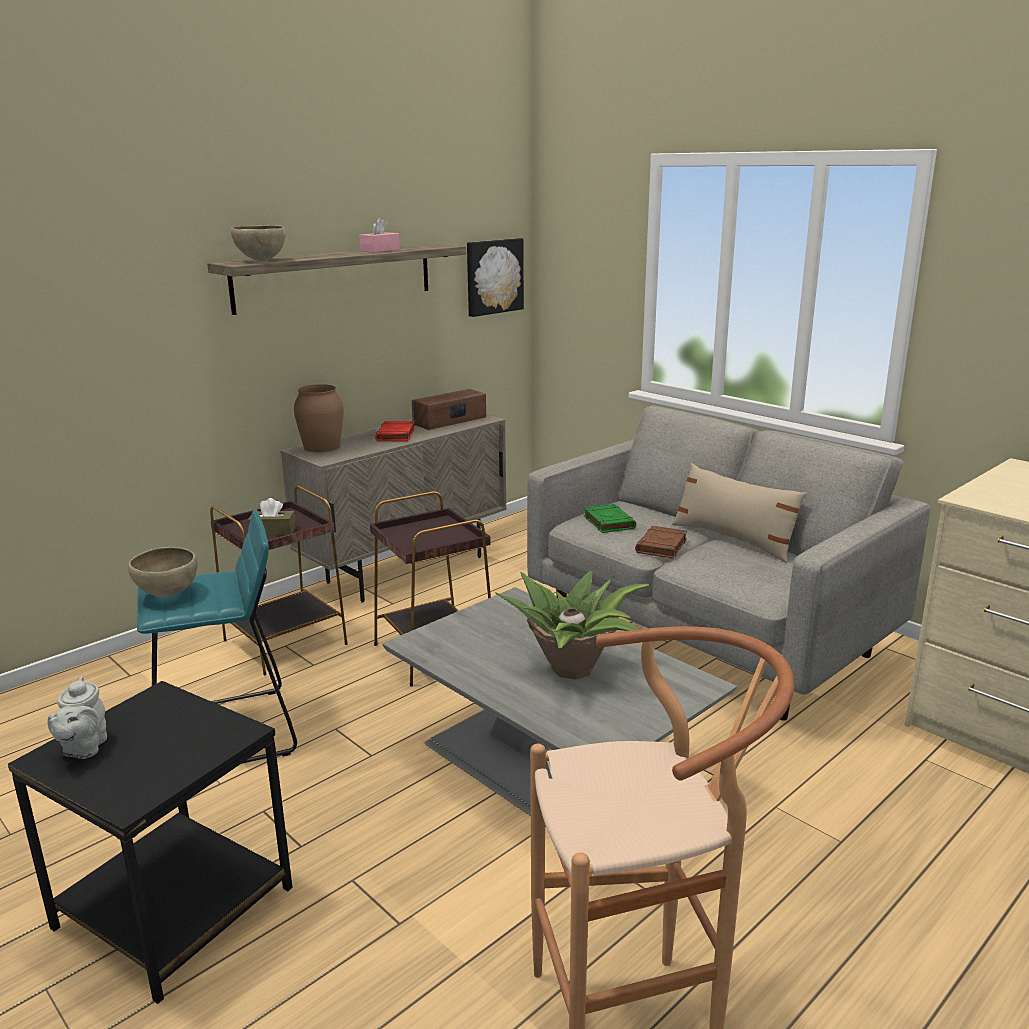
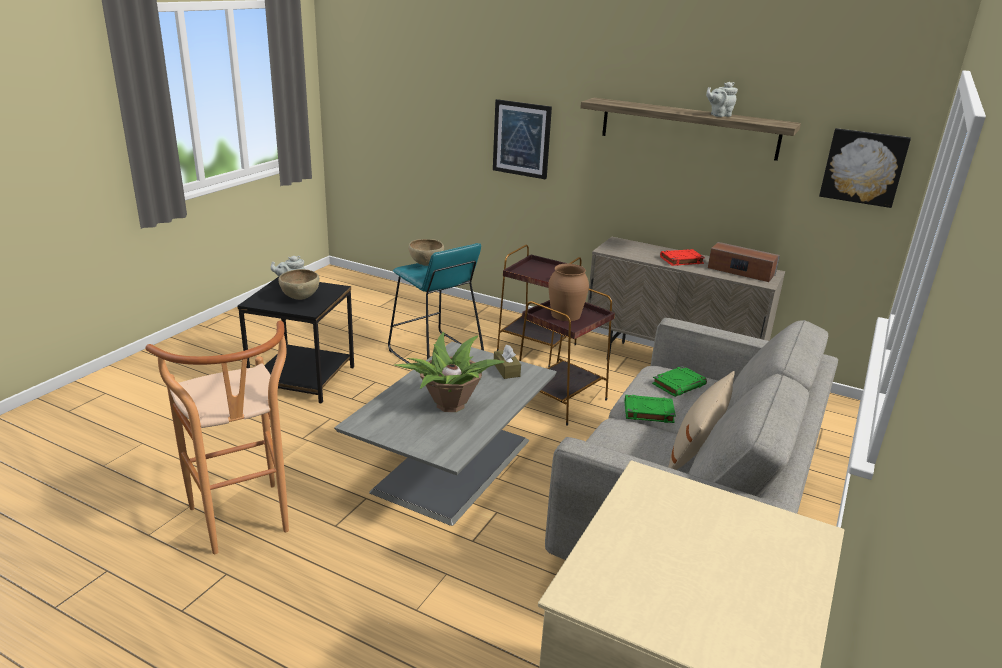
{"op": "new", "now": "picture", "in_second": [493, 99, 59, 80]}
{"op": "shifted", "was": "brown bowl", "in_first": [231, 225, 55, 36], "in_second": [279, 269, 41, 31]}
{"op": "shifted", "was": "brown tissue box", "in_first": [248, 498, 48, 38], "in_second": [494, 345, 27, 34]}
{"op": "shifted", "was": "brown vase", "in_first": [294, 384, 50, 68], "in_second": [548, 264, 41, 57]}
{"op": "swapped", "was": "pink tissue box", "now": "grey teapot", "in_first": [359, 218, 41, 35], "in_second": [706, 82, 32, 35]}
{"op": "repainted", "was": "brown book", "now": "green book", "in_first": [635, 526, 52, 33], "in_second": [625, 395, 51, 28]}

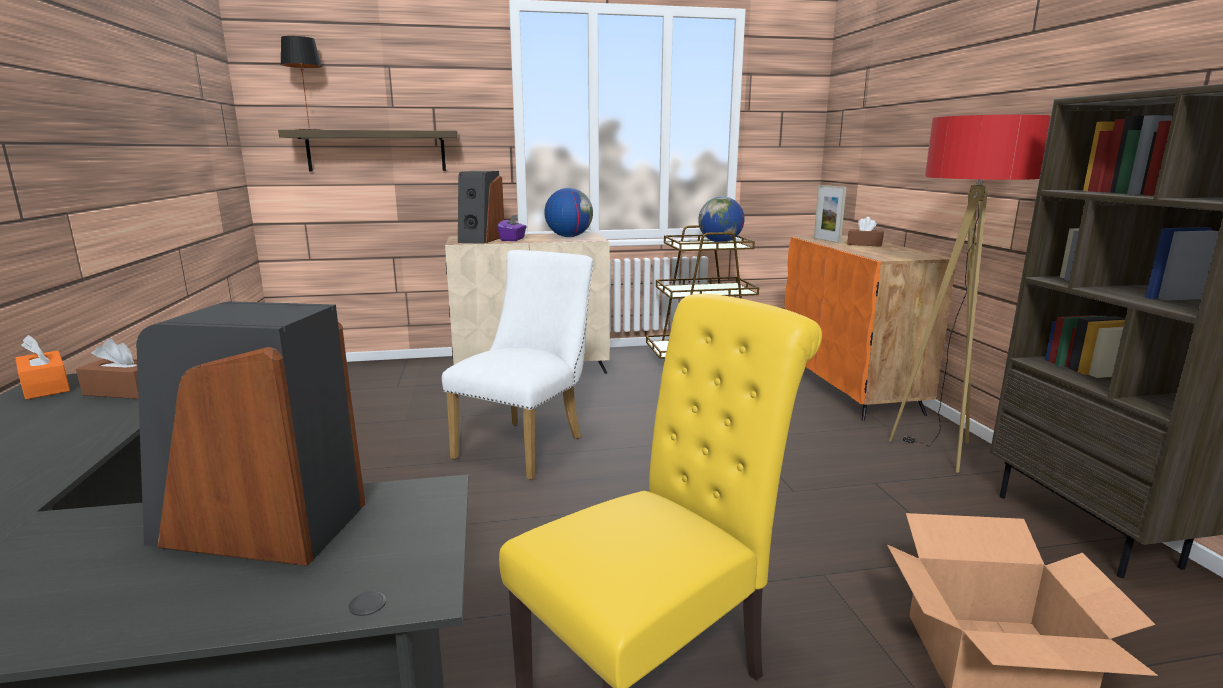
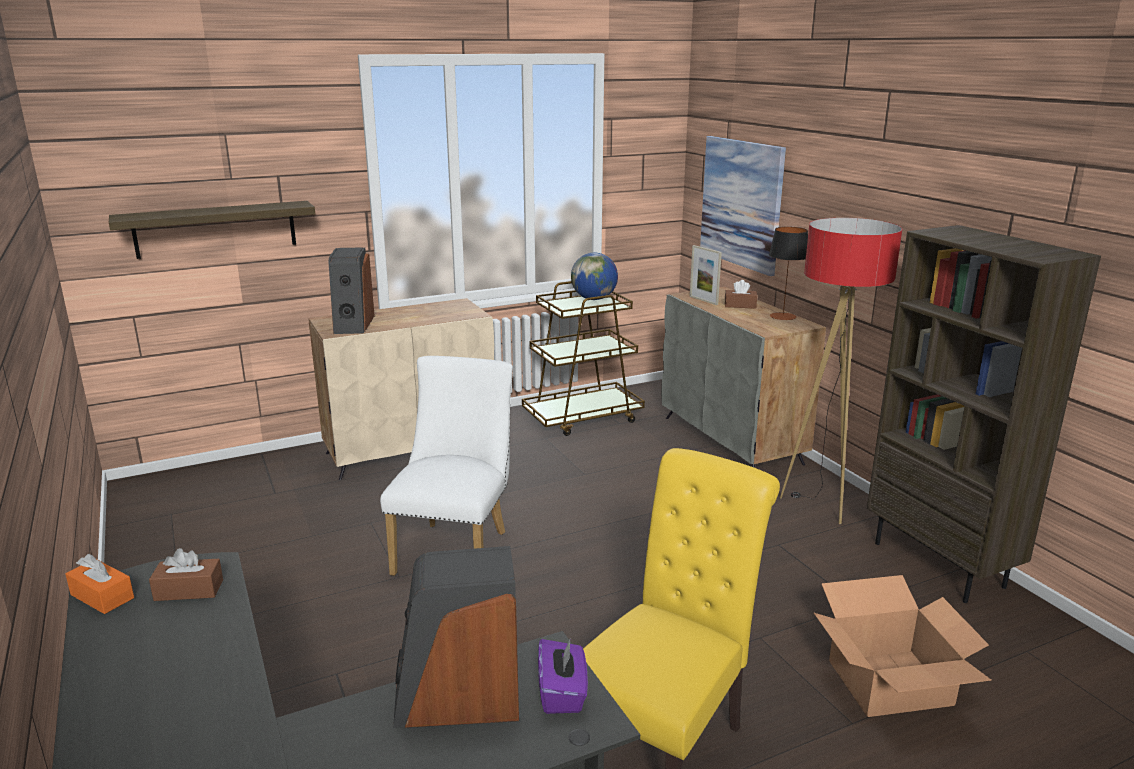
{"op": "gone", "was": "globe", "in_first": [544, 188, 49, 49]}
{"op": "new", "now": "picture", "in_second": [700, 136, 86, 140]}
{"op": "shifted", "was": "table lamp", "in_first": [280, 36, 43, 94], "in_second": [769, 227, 39, 93]}
{"op": "shifted", "was": "purple tissue box", "in_first": [497, 215, 30, 26], "in_second": [538, 637, 50, 77]}
{"op": "repainted", "was": "orange cabinet", "now": "grey cabinet", "in_first": [785, 236, 171, 185], "in_second": [661, 287, 165, 181]}

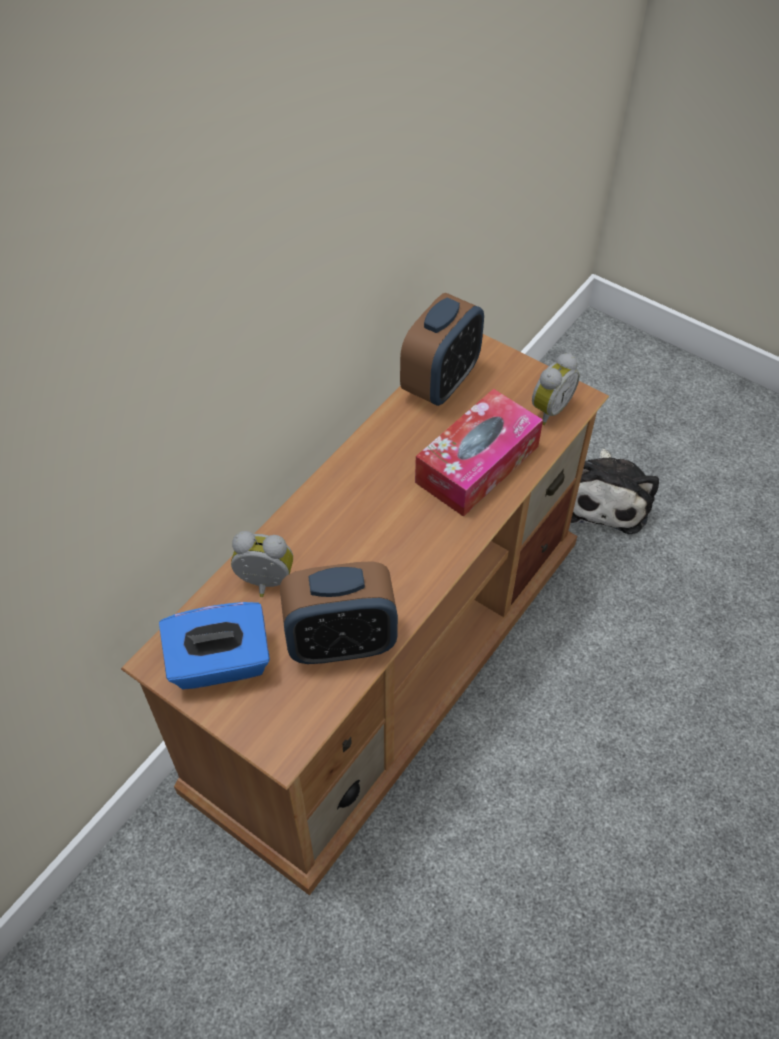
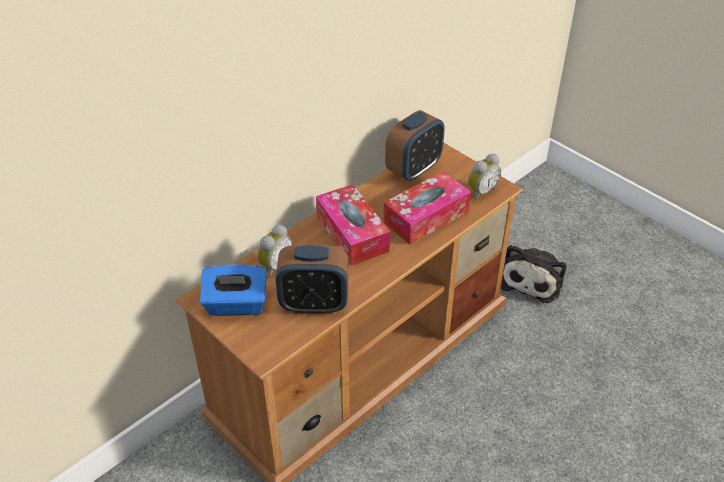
{"op": "new", "now": "tissue box", "in_second": [316, 184, 74, 82]}
{"op": "rotated", "was": "alarm clock", "in_first": [231, 531, 62, 66], "in_second": [257, 224, 35, 53], "clockwise": 105}

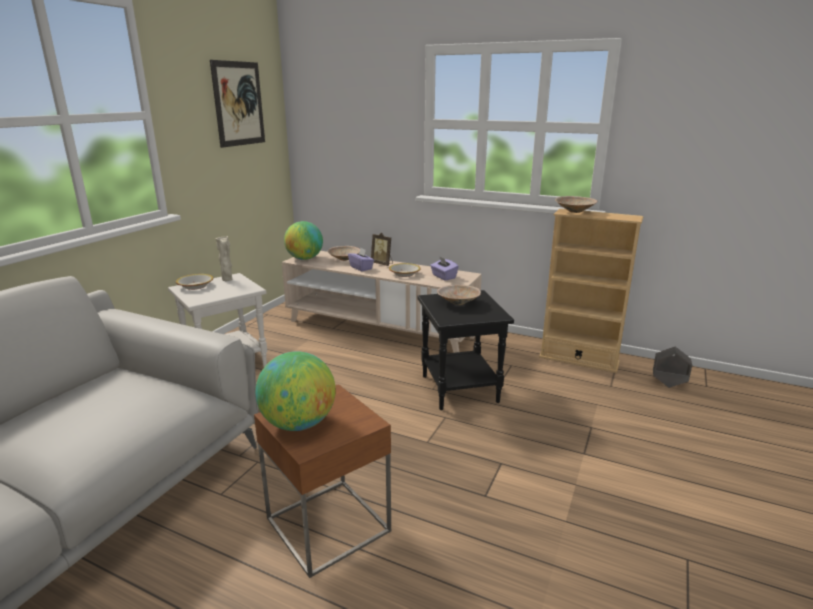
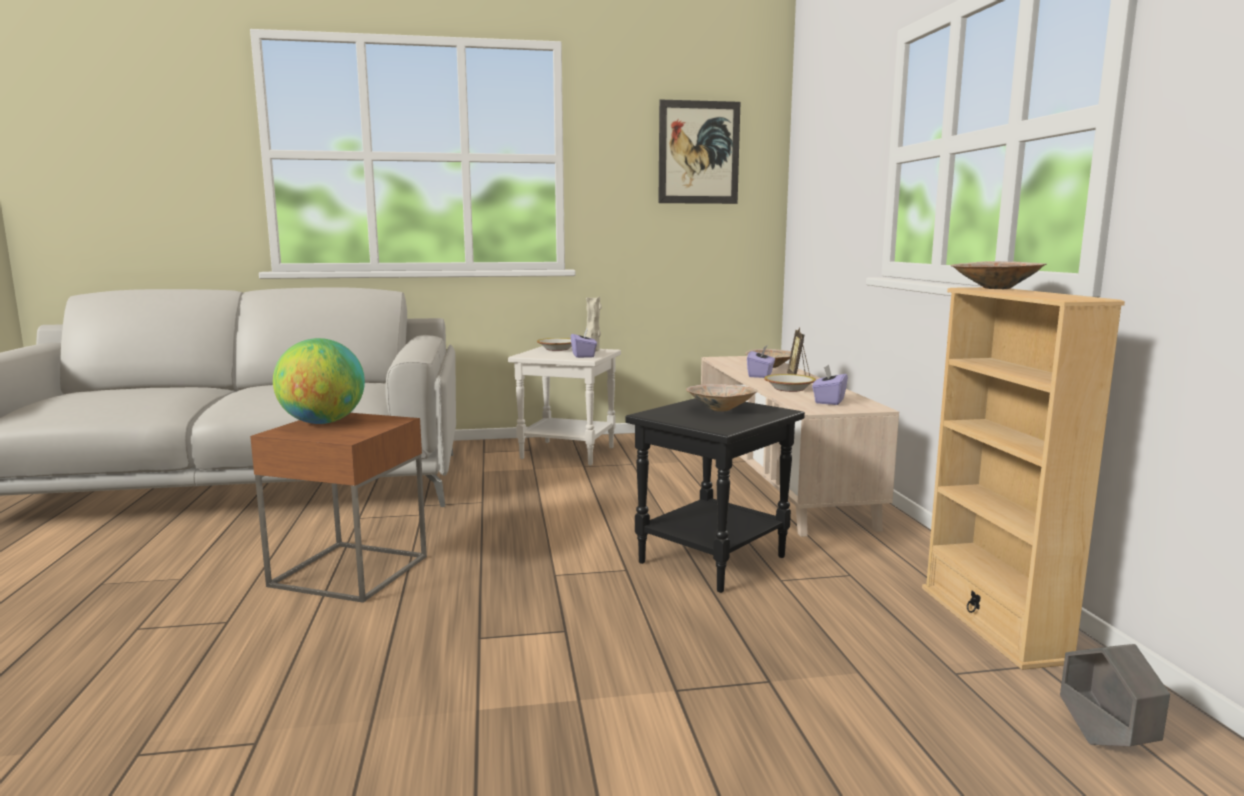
{"op": "gone", "was": "globe", "in_first": [284, 221, 39, 39]}
{"op": "new", "now": "purple tissue box", "in_second": [571, 328, 26, 30]}

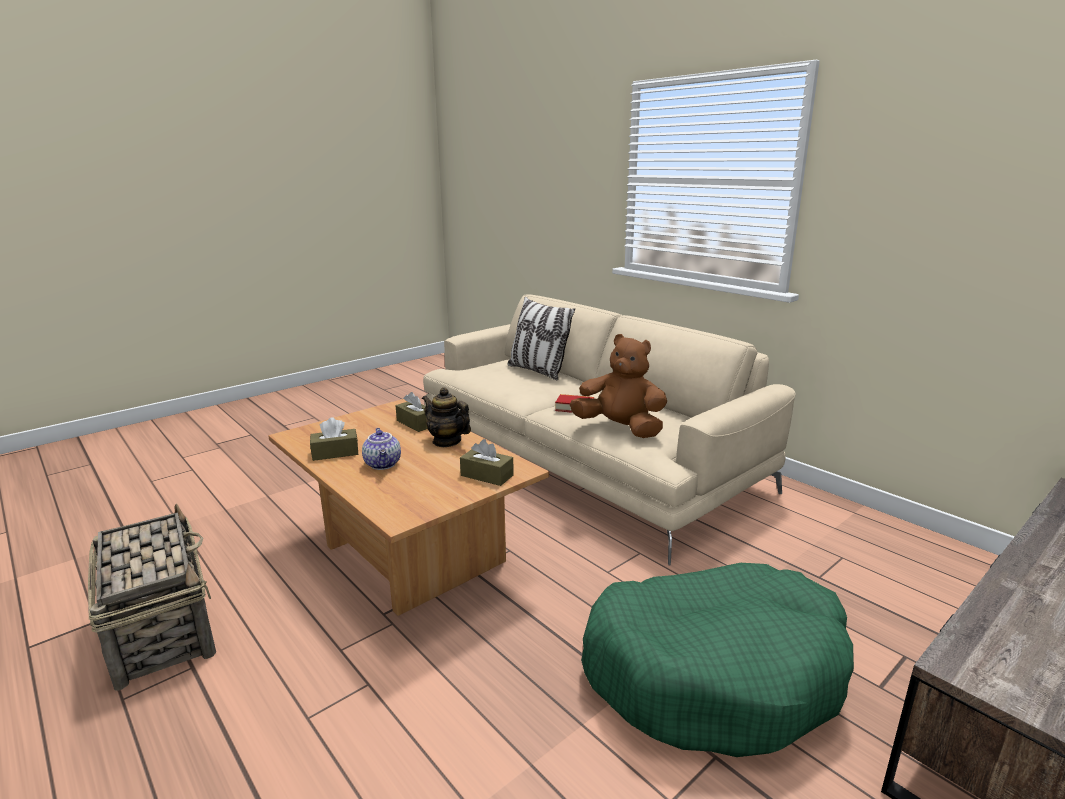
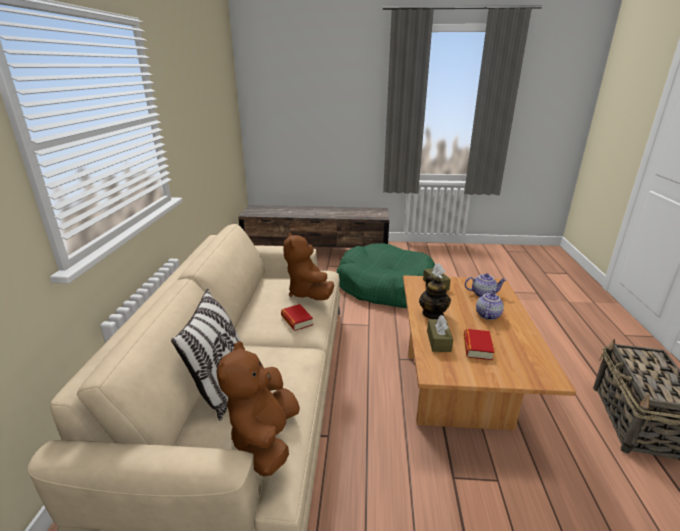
{"op": "gone", "was": "brown tissue box", "in_first": [310, 418, 48, 43]}
{"op": "new", "now": "brown plush toy", "in_second": [216, 341, 84, 136]}
{"op": "new", "now": "book", "in_second": [464, 329, 30, 31]}
{"op": "new", "now": "teapot", "in_second": [465, 273, 41, 24]}

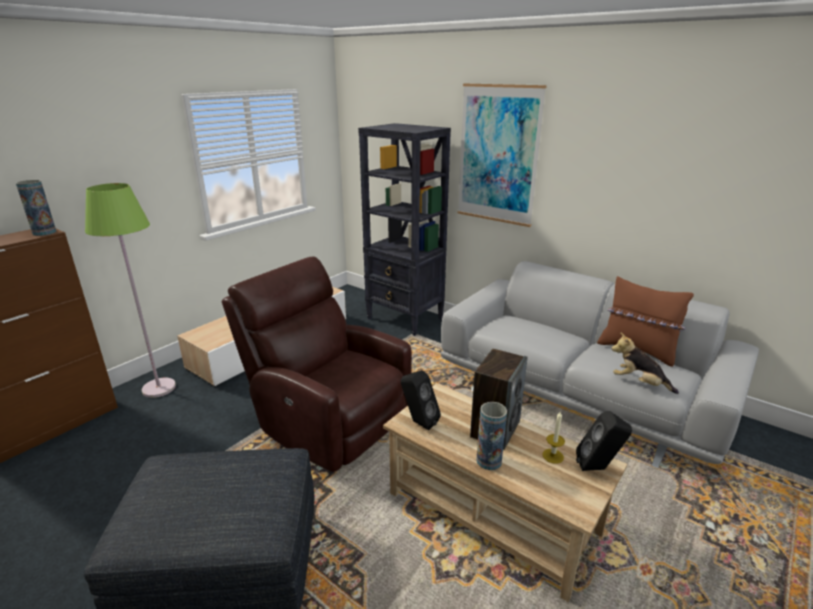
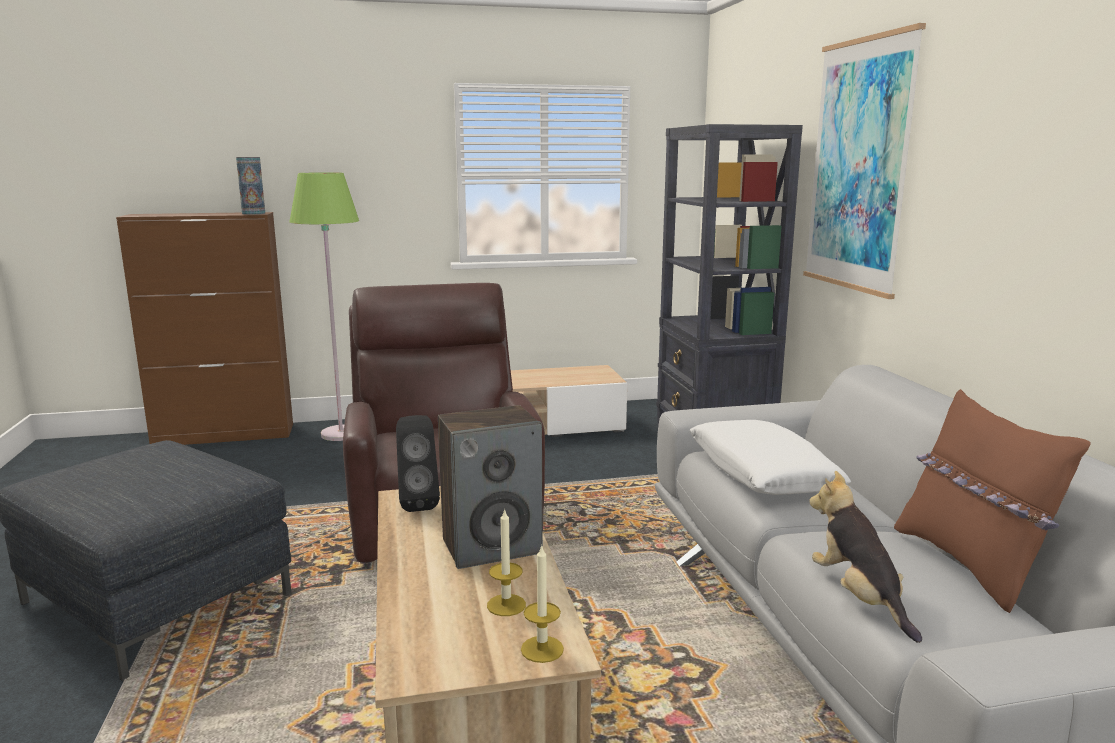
{"op": "gone", "was": "vase", "in_first": [476, 402, 31, 68]}
{"op": "new", "now": "white pillow", "in_second": [689, 420, 162, 75]}
{"op": "swapped", "was": "black speaker", "now": "candle", "in_first": [576, 411, 56, 60], "in_second": [521, 544, 43, 119]}

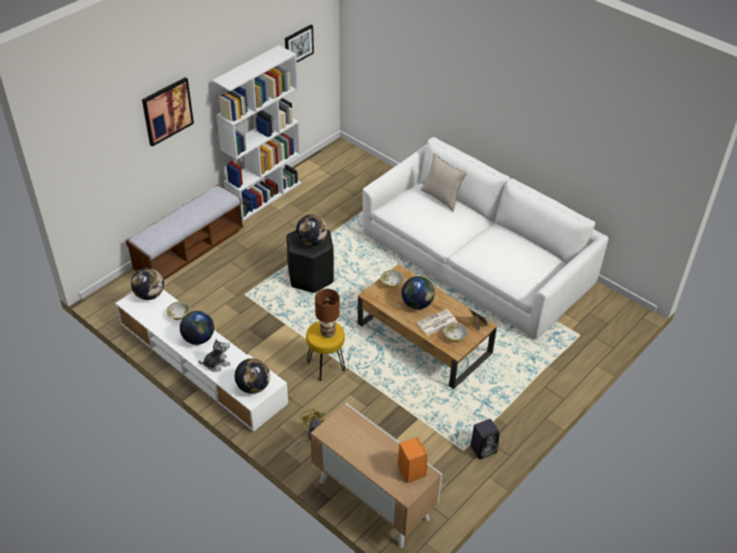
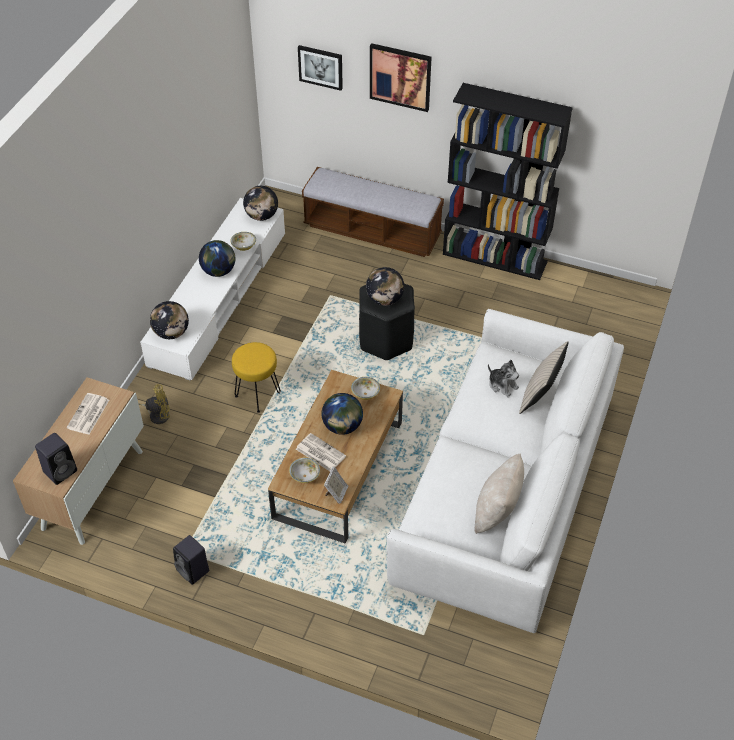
{"op": "gone", "was": "brown table lamp", "in_first": [315, 289, 25, 49]}
{"op": "new", "now": "newspaper", "in_second": [66, 393, 43, 41]}
{"op": "new", "now": "beige pillow", "in_second": [474, 454, 50, 79]}
{"op": "shifted", "was": "plush toy", "in_first": [198, 339, 33, 33], "in_second": [488, 360, 31, 37]}
{"op": "shifted", "was": "picture", "in_first": [285, 25, 29, 37], "in_second": [298, 45, 45, 46]}
{"op": "repainted", "was": "white bookcase", "now": "black bookcase", "in_first": [212, 45, 90, 176], "in_second": [443, 83, 130, 197]}
{"op": "repainted", "was": "orange speaker", "now": "black speaker", "in_first": [397, 437, 31, 46], "in_second": [35, 433, 42, 52]}

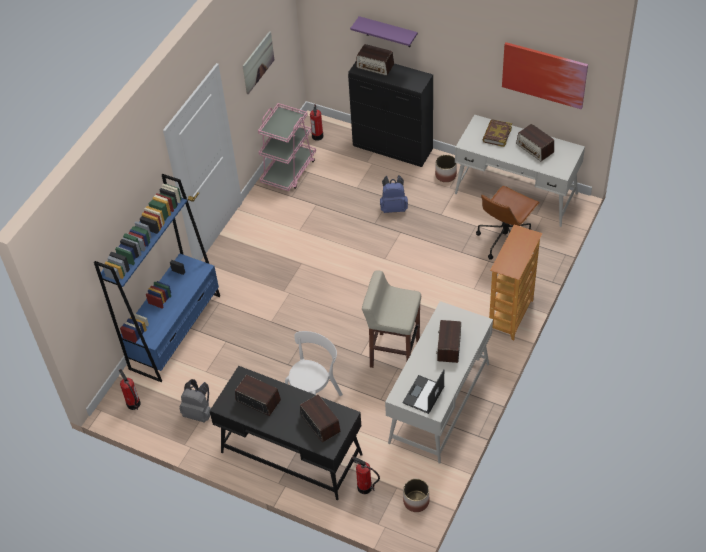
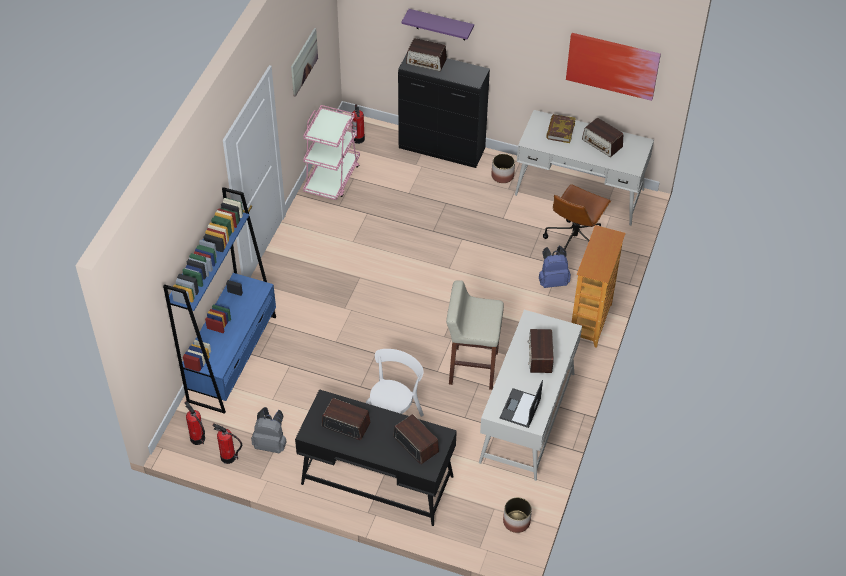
{"op": "shifted", "was": "fire extinguisher", "in_first": [352, 456, 28, 38], "in_second": [212, 423, 30, 41]}
{"op": "shifted", "was": "blue backpack", "in_first": [380, 175, 28, 38], "in_second": [539, 246, 32, 42]}

